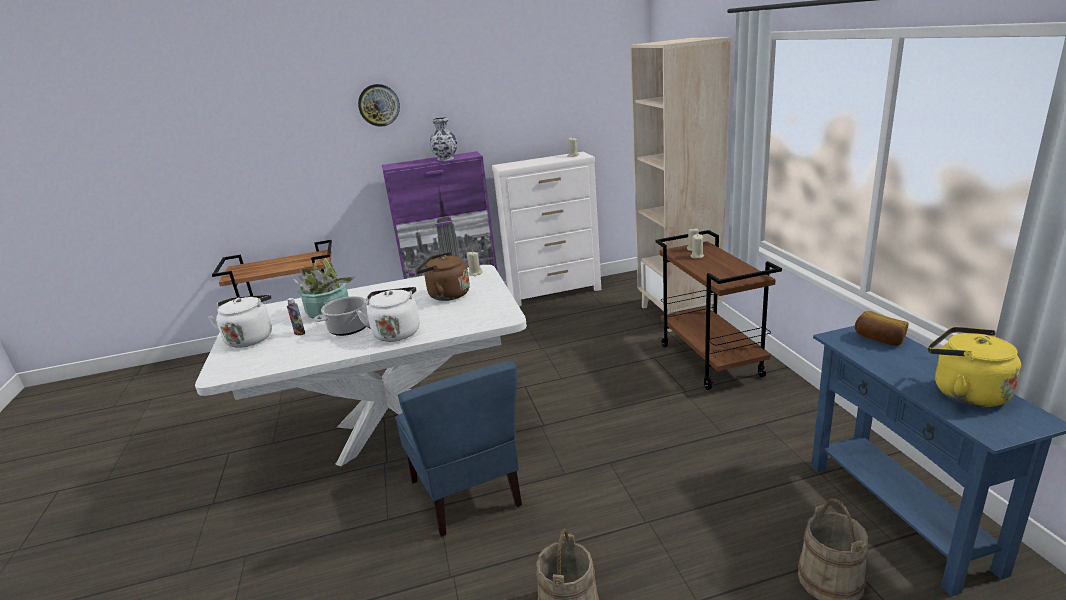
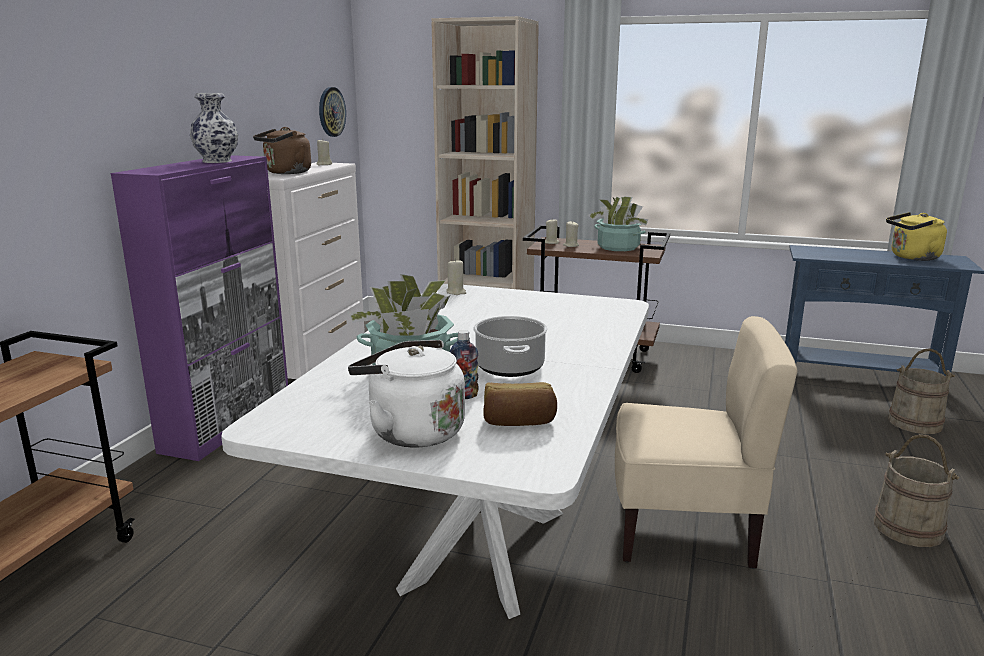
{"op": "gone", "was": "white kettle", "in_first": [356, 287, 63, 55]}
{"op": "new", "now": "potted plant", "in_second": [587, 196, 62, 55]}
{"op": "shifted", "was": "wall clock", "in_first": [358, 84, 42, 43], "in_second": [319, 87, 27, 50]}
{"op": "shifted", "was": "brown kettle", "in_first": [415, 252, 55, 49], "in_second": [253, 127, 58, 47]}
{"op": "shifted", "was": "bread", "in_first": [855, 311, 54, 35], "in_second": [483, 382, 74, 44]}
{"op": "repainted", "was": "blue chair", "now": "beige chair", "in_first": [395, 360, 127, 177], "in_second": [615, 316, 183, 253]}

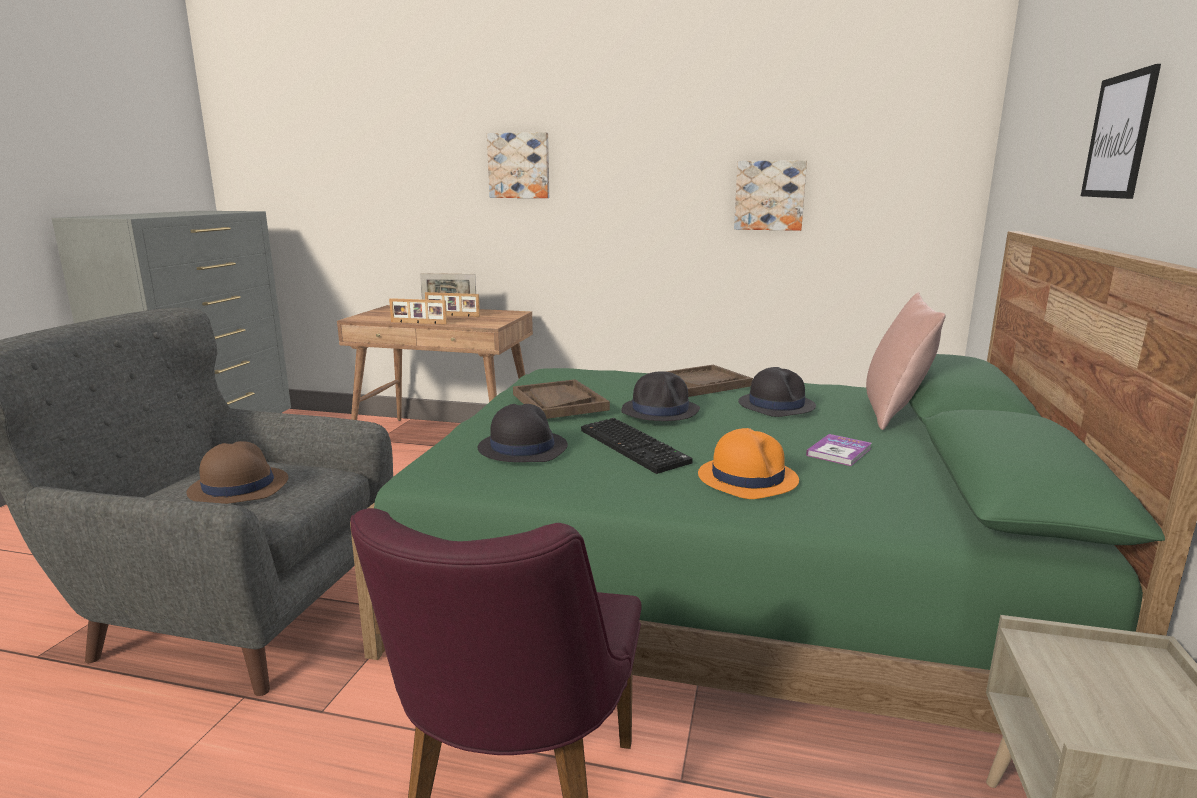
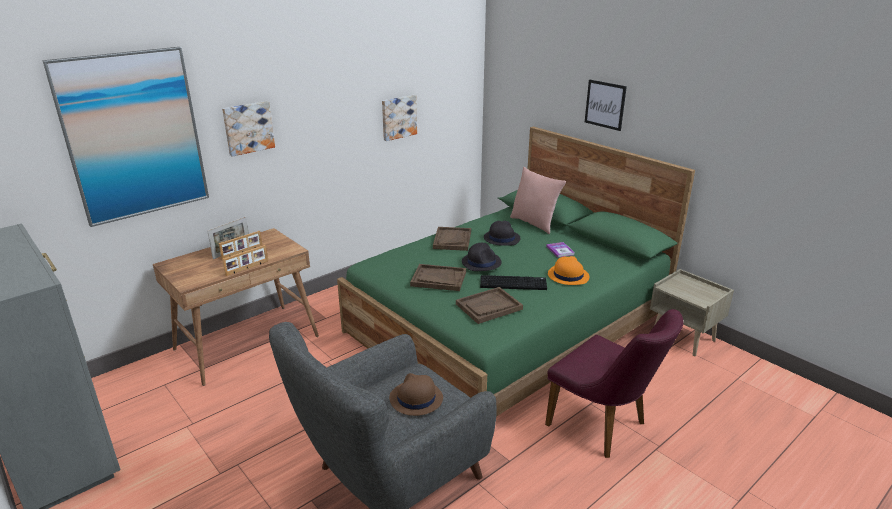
{"op": "new", "now": "picture", "in_second": [43, 47, 166, 180]}
{"op": "swapped", "was": "black hat", "now": "brown tray", "in_first": [478, 404, 90, 58], "in_second": [456, 287, 67, 37]}

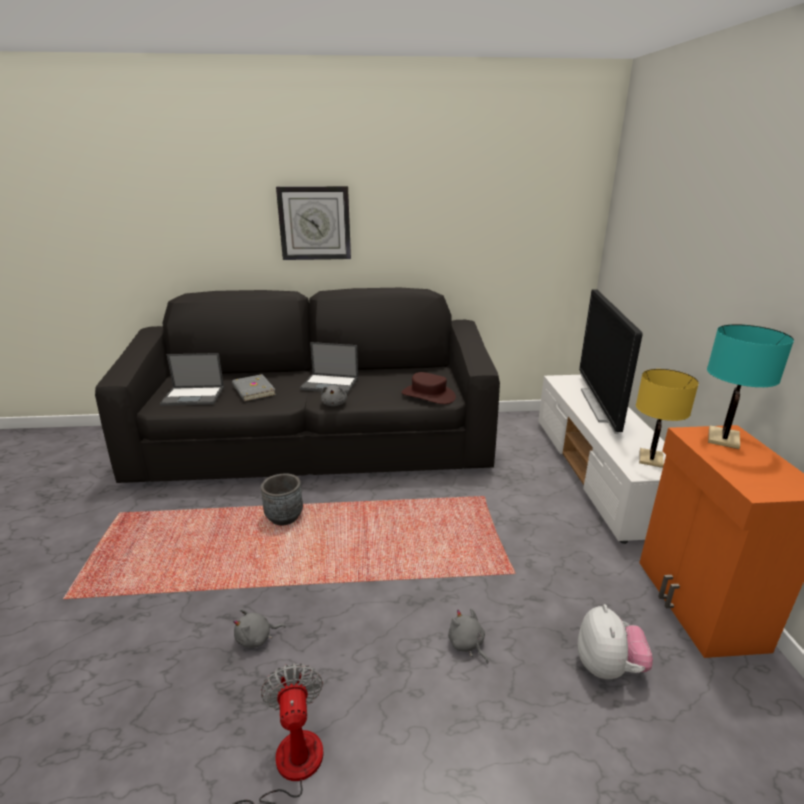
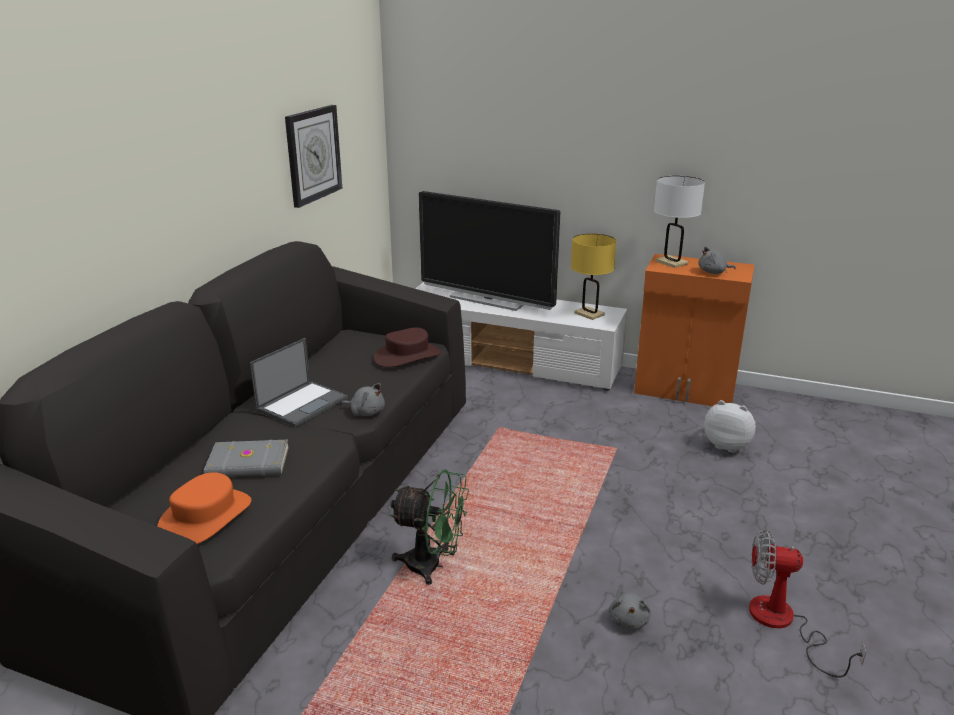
{"op": "shifted", "was": "wall clock", "in_first": [276, 186, 75, 74], "in_second": [285, 105, 57, 103]}
{"op": "shifted", "was": "grey plush toy", "in_first": [448, 608, 40, 56], "in_second": [699, 246, 37, 28]}
{"op": "swapped", "was": "laptop", "now": "orange hat", "in_first": [160, 353, 64, 53], "in_second": [157, 472, 94, 72]}
{"op": "swapped", "was": "grey planter", "now": "green fan", "in_first": [261, 473, 42, 52], "in_second": [390, 470, 79, 115]}
{"op": "repainted", "was": "turquoise table lamp", "now": "white table lamp", "in_first": [707, 324, 87, 125], "in_second": [654, 176, 51, 92]}

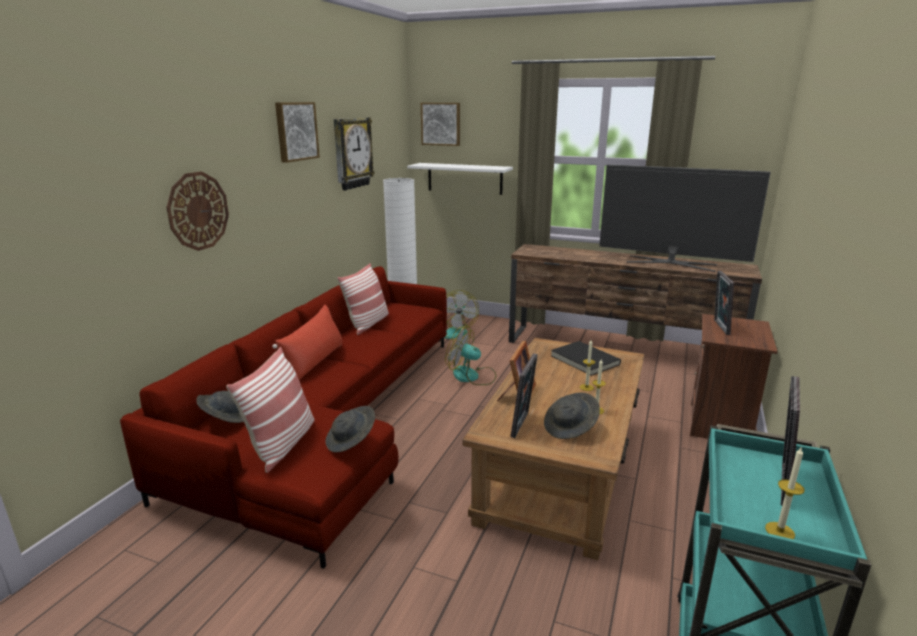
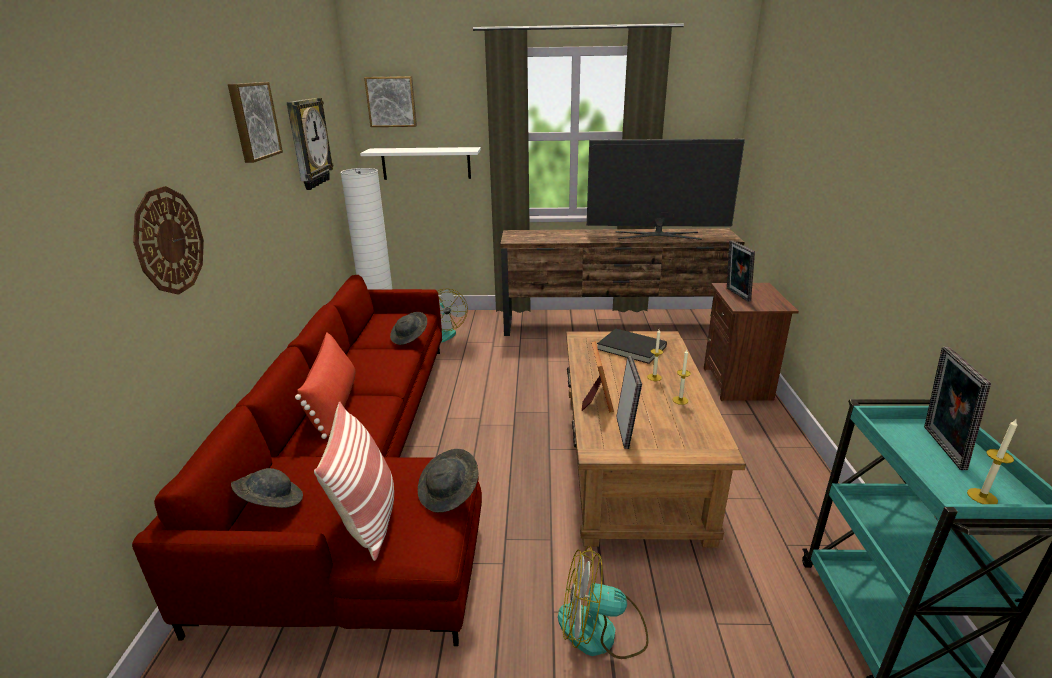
{"op": "gone", "was": "pillow", "in_first": [337, 263, 52, 72]}
{"op": "shifted", "was": "fan", "in_first": [445, 326, 51, 59], "in_second": [558, 546, 91, 113]}
{"op": "shifted", "was": "grey hat", "in_first": [544, 393, 56, 46], "in_second": [390, 312, 37, 33]}

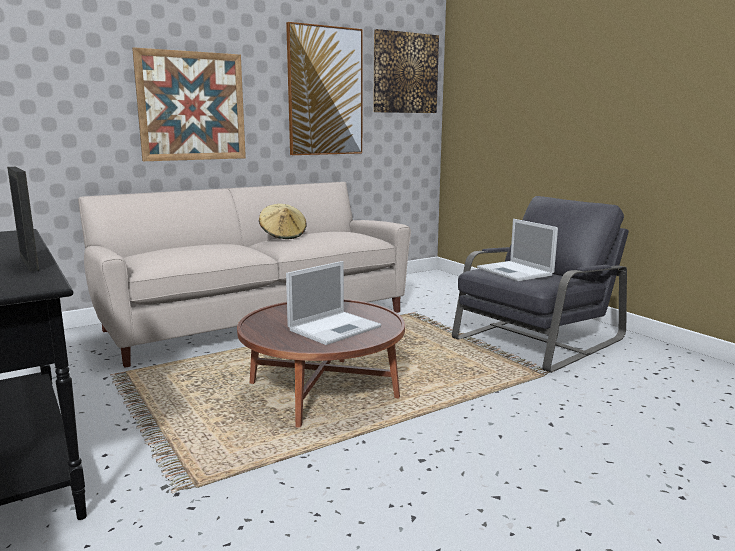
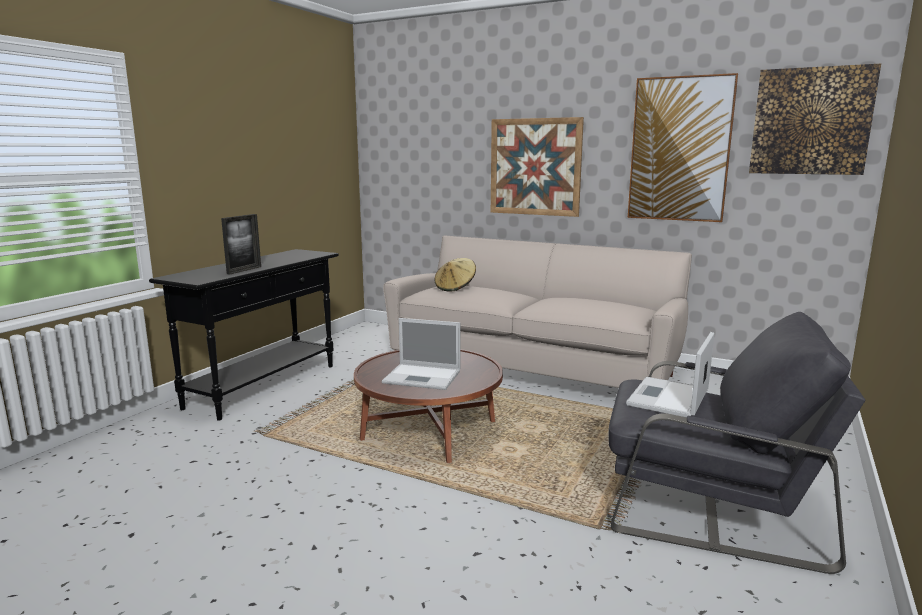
{"op": "shifted", "was": "beige hat", "in_first": [259, 204, 48, 35], "in_second": [434, 258, 42, 34]}

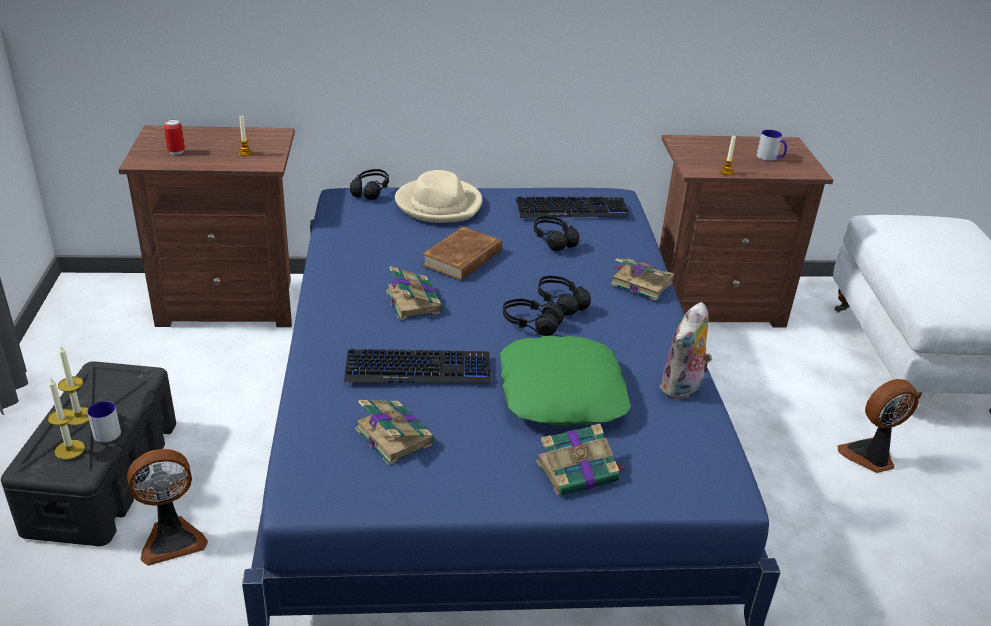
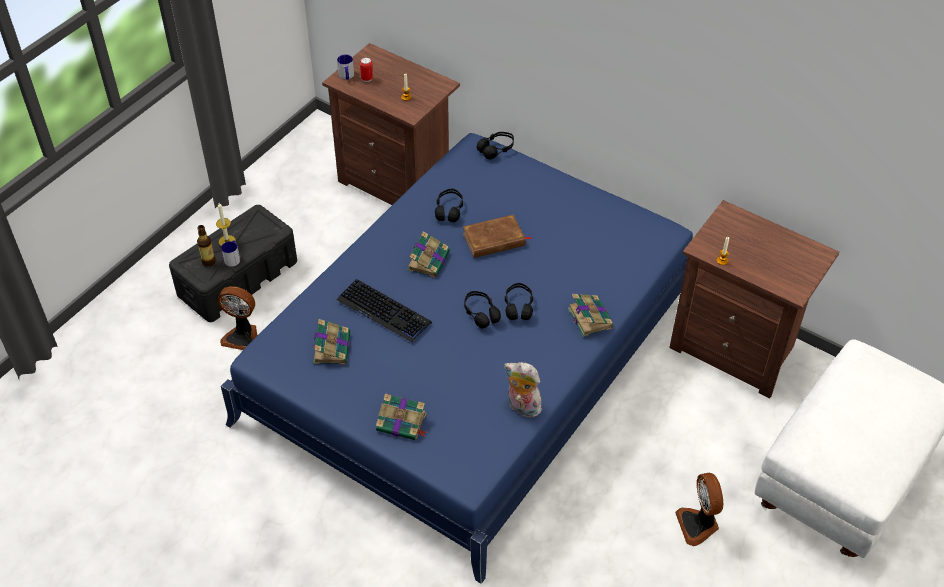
{"op": "gone", "was": "beige hat", "in_first": [395, 170, 87, 53]}
{"op": "gone", "was": "green pillow", "in_first": [500, 336, 131, 90]}
{"op": "gone", "was": "keyboard", "in_first": [516, 196, 114, 22]}
{"op": "shifted", "was": "black headphones", "in_first": [534, 216, 45, 35], "in_second": [435, 188, 28, 34]}
{"op": "shifted", "was": "mug", "in_first": [757, 129, 30, 32], "in_second": [337, 54, 17, 26]}
{"op": "swapped", "was": "candle", "now": "bottle", "in_first": [48, 378, 37, 82], "in_second": [197, 225, 19, 41]}
{"op": "rotated", "was": "plush toy", "in_first": [660, 302, 52, 98], "in_second": [504, 362, 42, 55], "clockwise": 45}
{"op": "rotated", "was": "fan", "in_first": [838, 379, 81, 94], "in_second": [675, 473, 48, 73], "clockwise": -120}

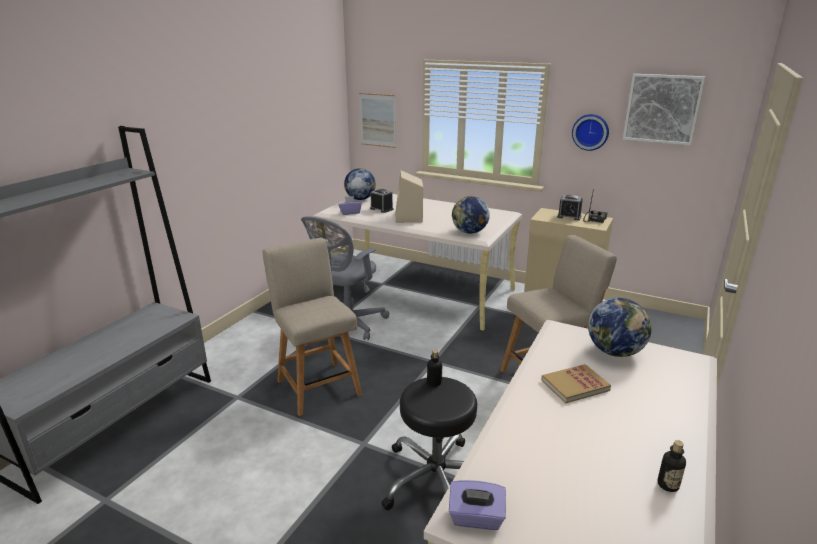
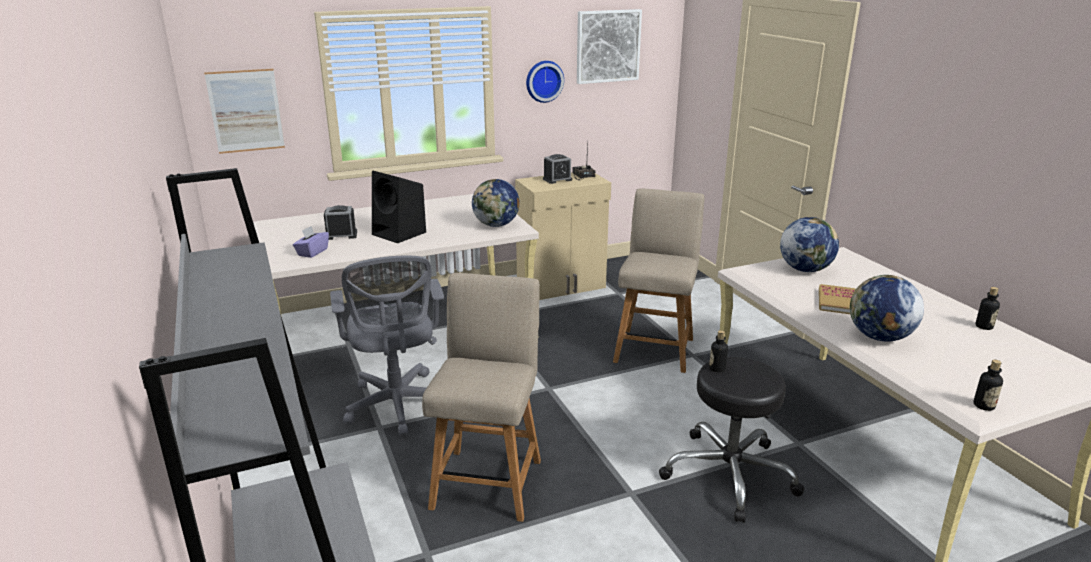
{"op": "shifted", "was": "globe", "in_first": [344, 168, 32, 32], "in_second": [850, 275, 74, 66]}
{"op": "swapped", "was": "purple tissue box", "now": "bottle", "in_first": [449, 480, 57, 50], "in_second": [973, 360, 30, 51]}
{"op": "repainted", "was": "beige speaker", "now": "black speaker", "in_first": [395, 170, 28, 53], "in_second": [372, 171, 54, 72]}
{"op": "rotated", "was": "beige chair", "in_first": [262, 238, 100, 178], "in_second": [422, 273, 119, 249], "clockwise": 90}

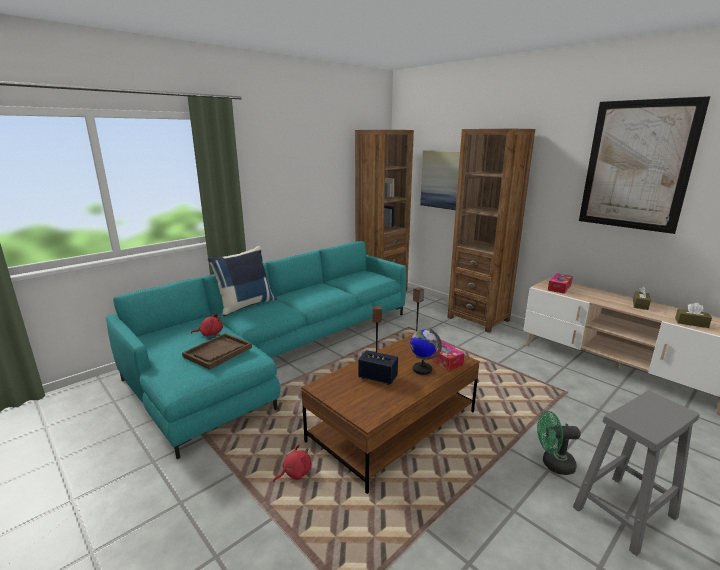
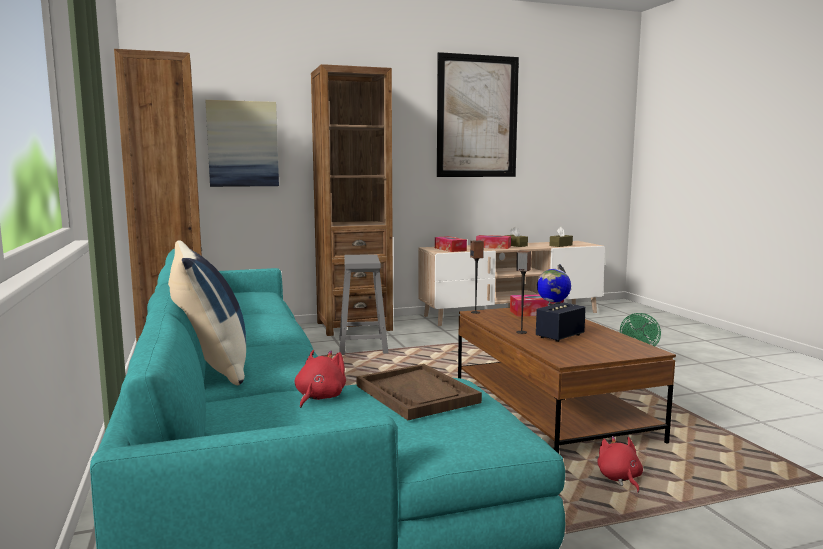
{"op": "new", "now": "tissue box", "in_second": [476, 235, 35, 14]}
{"op": "shifted", "was": "grey stool", "in_first": [573, 391, 127, 165], "in_second": [339, 254, 49, 101]}

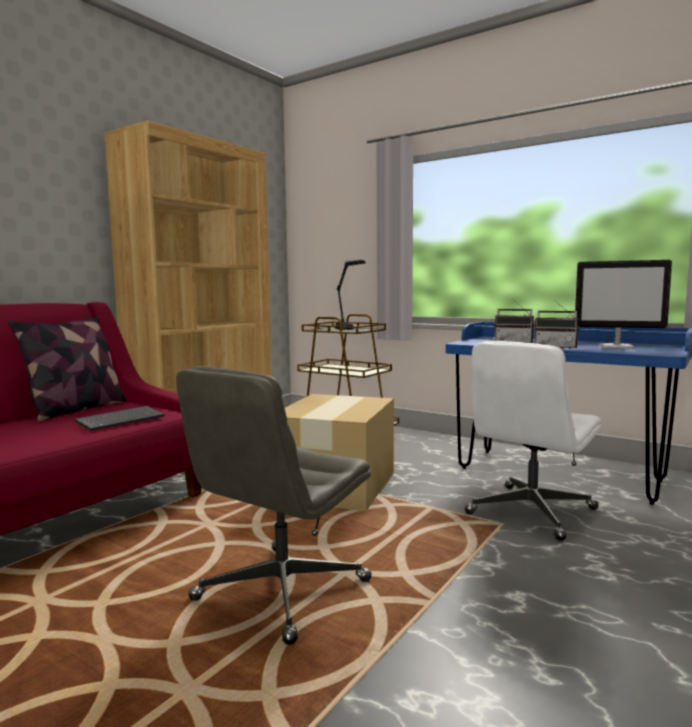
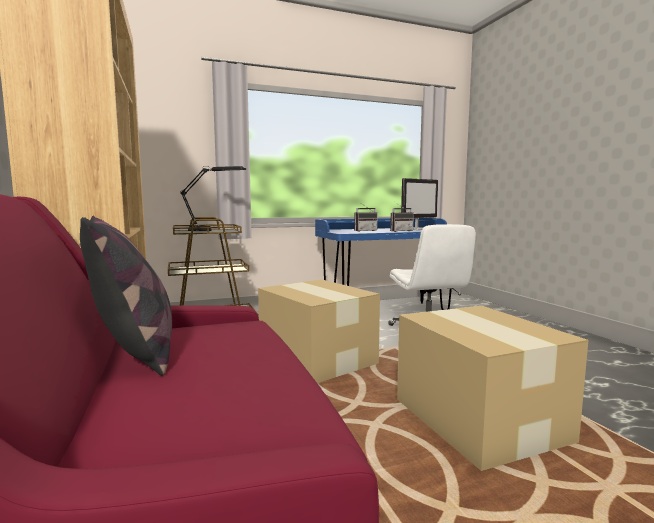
{"op": "gone", "was": "keyboard", "in_first": [74, 406, 91, 25]}
{"op": "swapped", "was": "grey office chair", "now": "cardboard box", "in_first": [176, 366, 196, 279], "in_second": [397, 306, 191, 165]}

